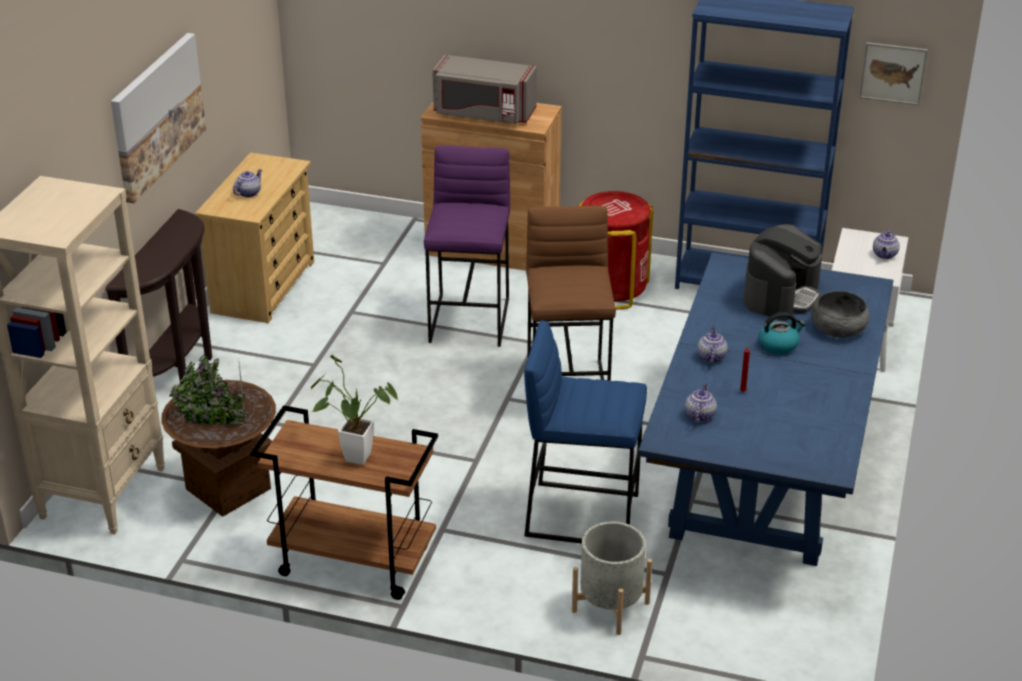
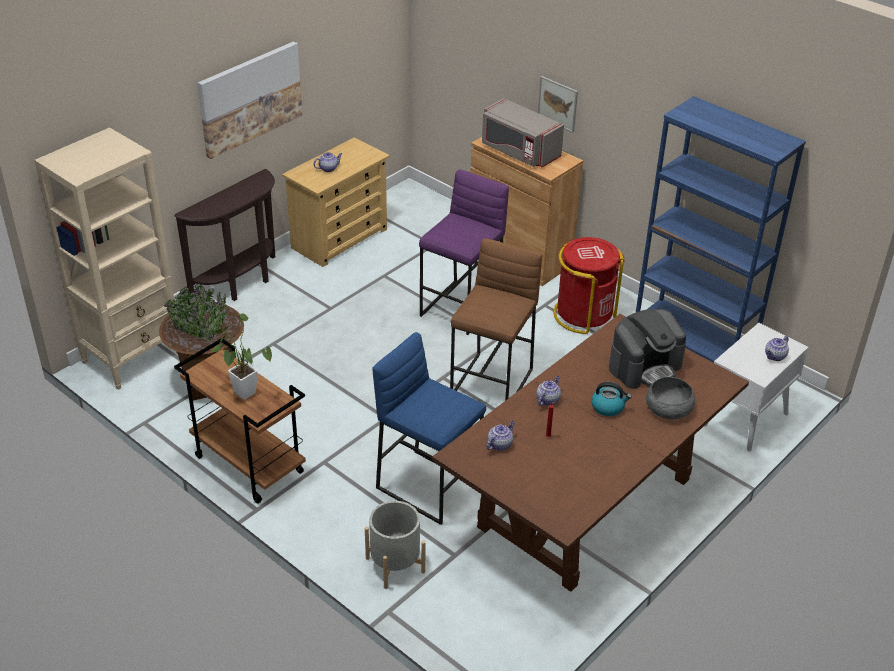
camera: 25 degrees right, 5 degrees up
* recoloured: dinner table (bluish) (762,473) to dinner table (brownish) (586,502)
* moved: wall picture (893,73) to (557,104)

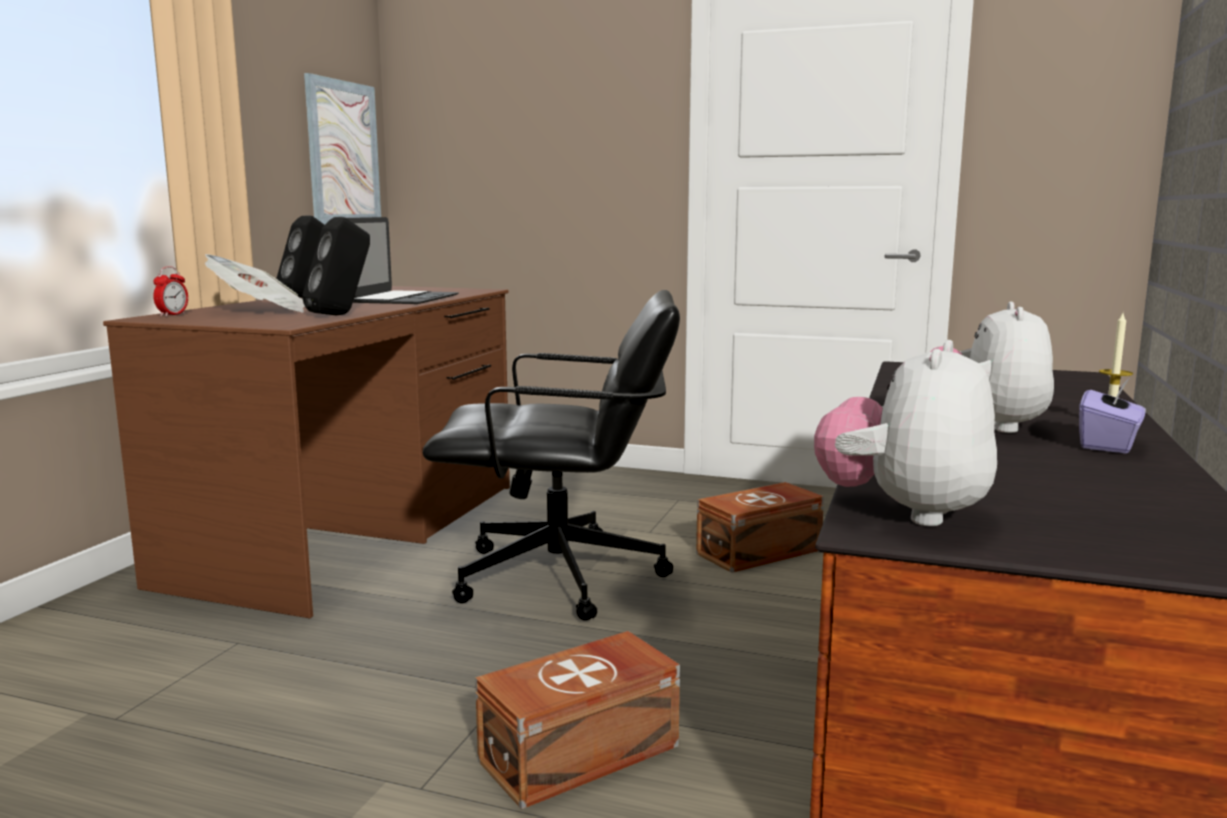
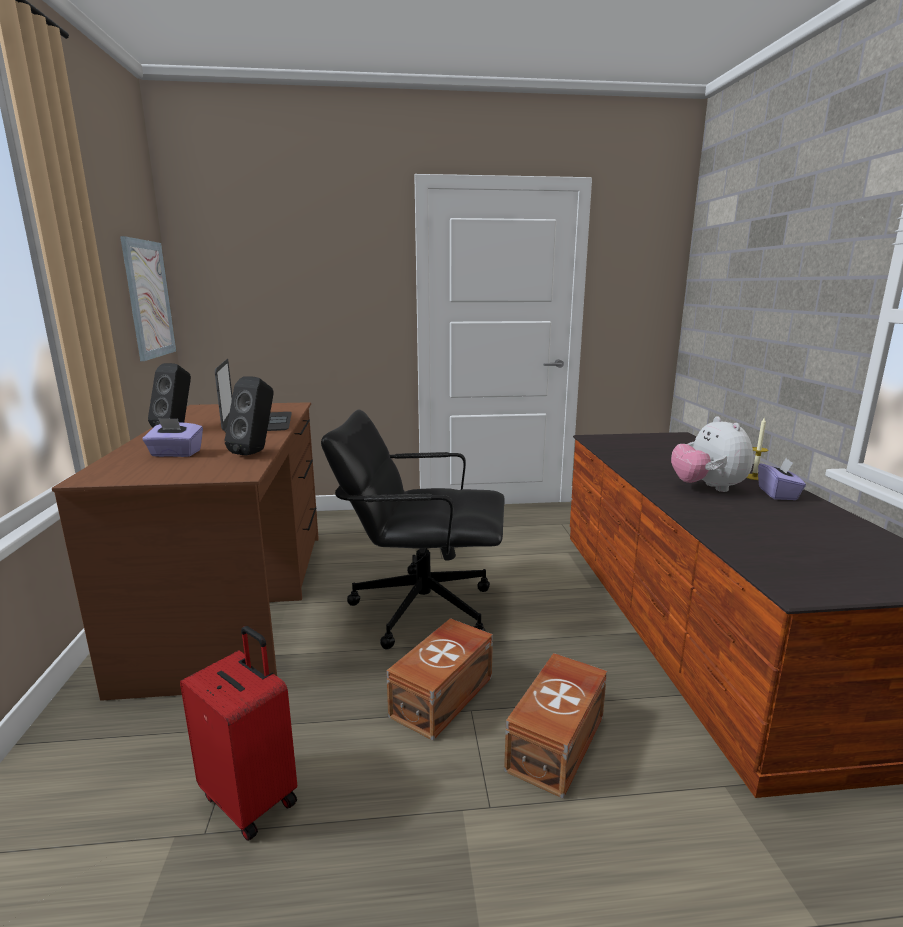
camera: 25 degrees left, 5 degrees up
* removed: bedside clock (172,315)
* replaced: newspaper (261,311) to box of tissues (purple-coloured) (176,454)
* turned: desk chair (black-coloured) (562,578) = (421,607) 150 degrees counterclockwise
* moved: storage container (brownish) (761,552) to (444,696)
* removed: cuddly toy (904,512)
* added: suitcase (reddish) (252,797)

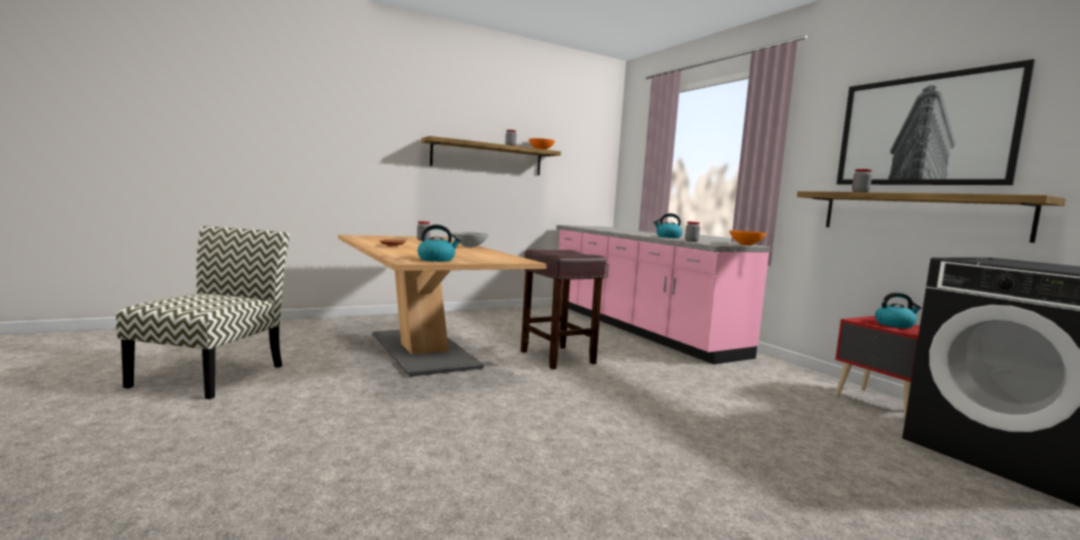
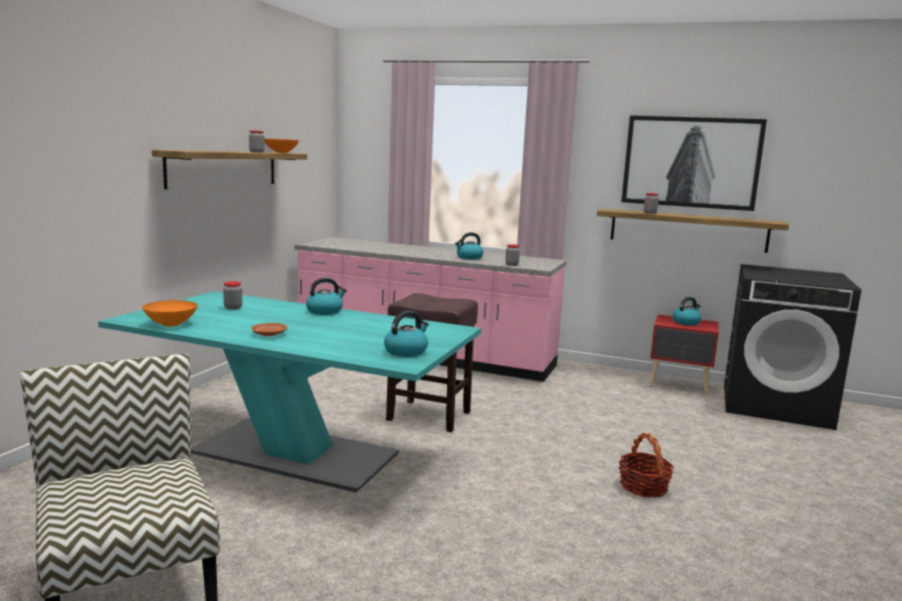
camera: 40 degrees left, 5 degrees up
* recoloured: dinner table (beige-coloured) (423,350) to dinner table (turquoise) (296,454)
* replaced: bowl (grey) (469,247) to kettle (325,311)
* moved: bowl (orange-coloured) (745,244) to (170,324)
* added: household basket (643,487)

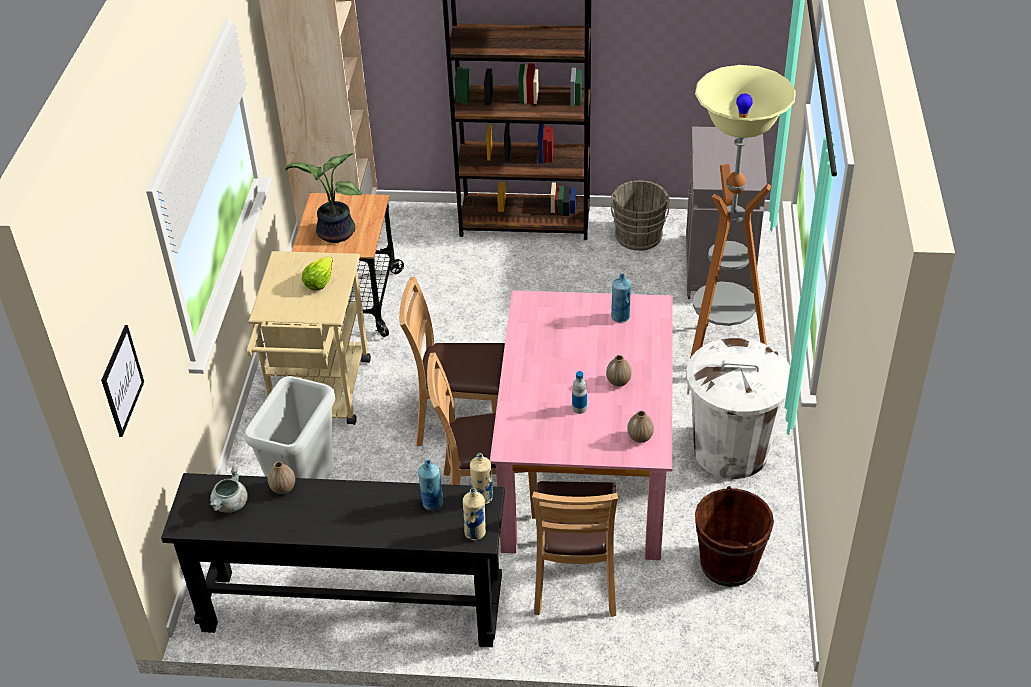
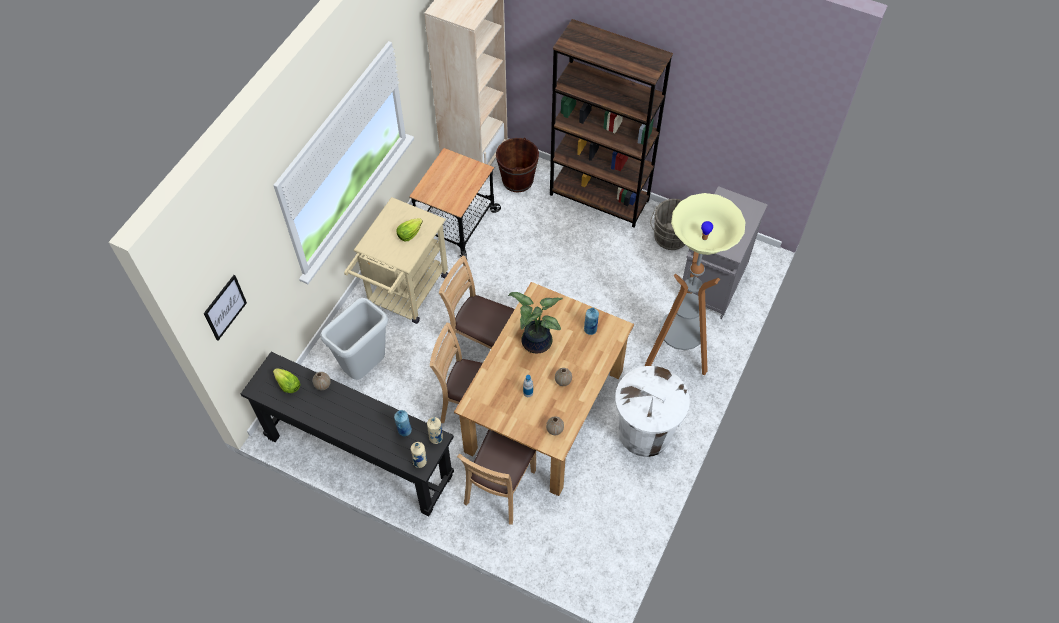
camera: 20 degrees right, 15 degrees up
* replaced: stockpot (grey) (230,504) to lettuce head (288,385)
* moved: potted plant (334,234) to (534,342)
* recoloured: dinner table (pink-coloured) (584,467) to dinner table (brownish) (544,409)
* moved: bucket (brownish) (728,564) to (517,180)

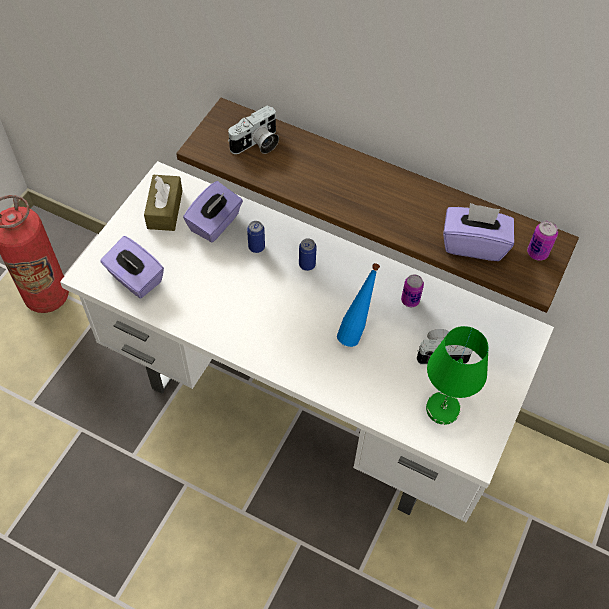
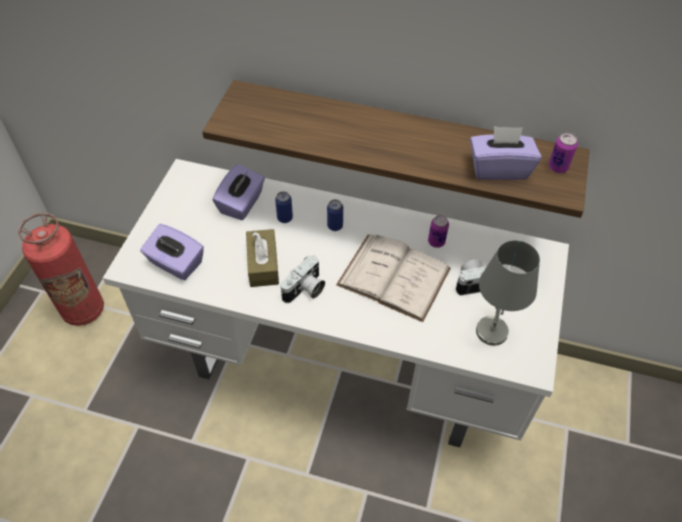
camera: 10 degrees left, 5 degrees down
* moved: box of tissues (brownish) (165,209) to (263,264)
* moved: photo camera (257,144) to (305,290)
* replaced: bottle (bluish) (355,331) to volume (white-coloured) (394,276)
* recoloured: table lamp (greenish) (442,408) to table lamp (grey) (491,330)

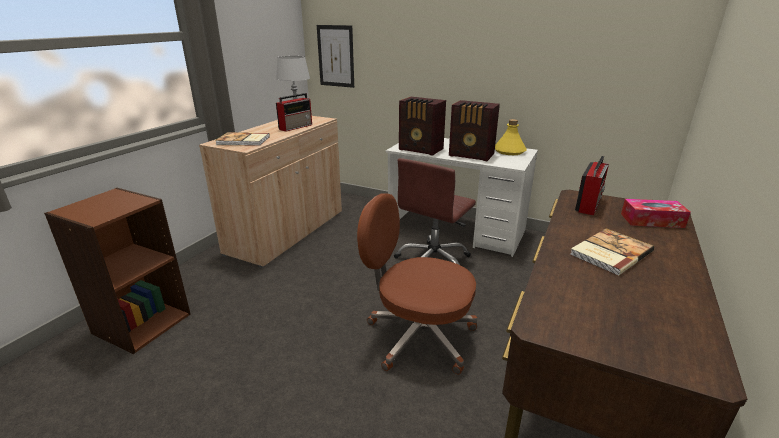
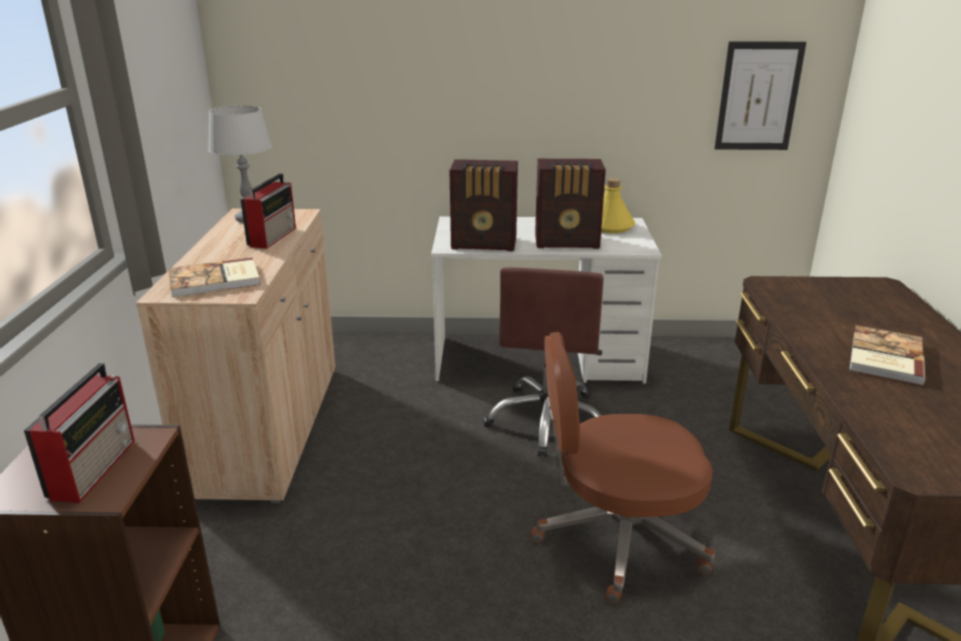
camera: 25 degrees left, 0 degrees up
* moved: wall picture (336,56) to (758,96)
* moved: radio set (589,204) to (94,467)
* removed: box of tissues (652,220)

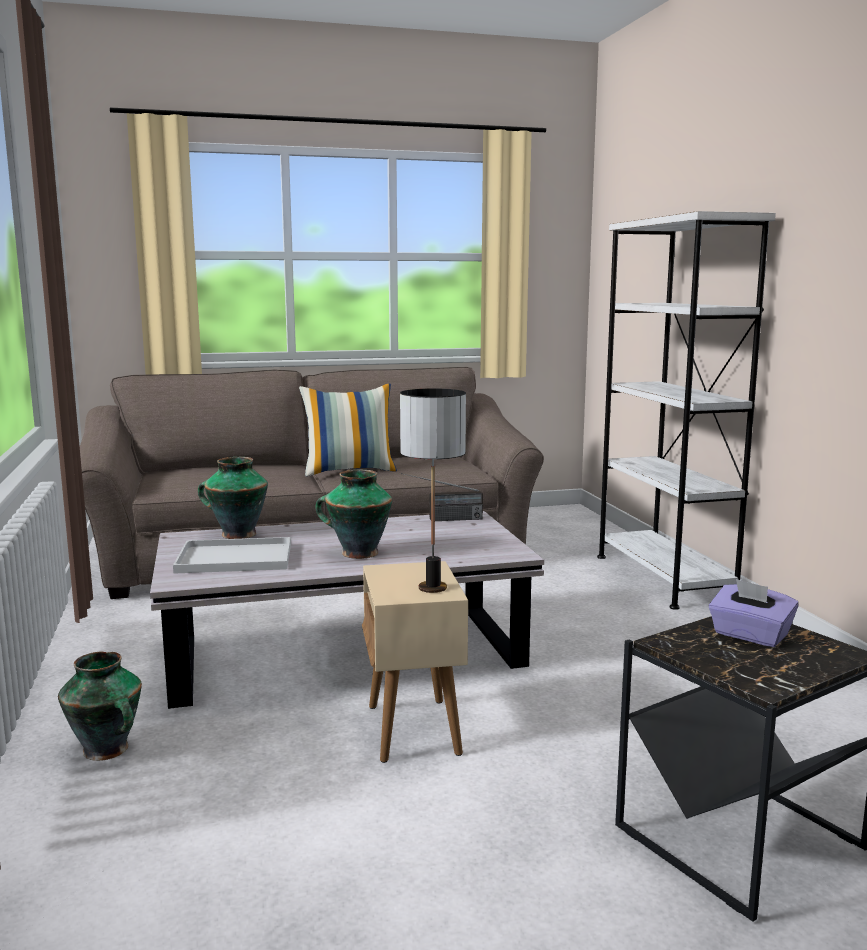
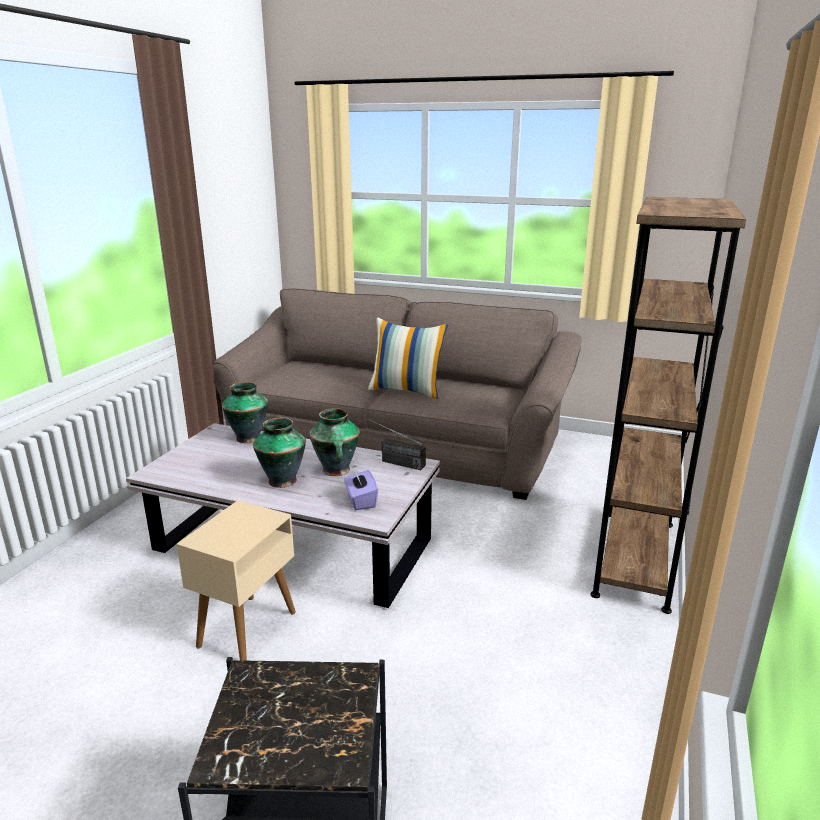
camera: 35 degrees right, 10 degrees up
* moved: flower vase (107,750) to (336,471)
* removed: carrying tray (white-coloured) (232,558)
* removed: table lamp (432,588)
* recoloured: bookcase (white-coloured) (663,577) to bookcase (brownish) (634,557)
* moved: box of tissues (purple-coloured) (750,635) to (361,501)

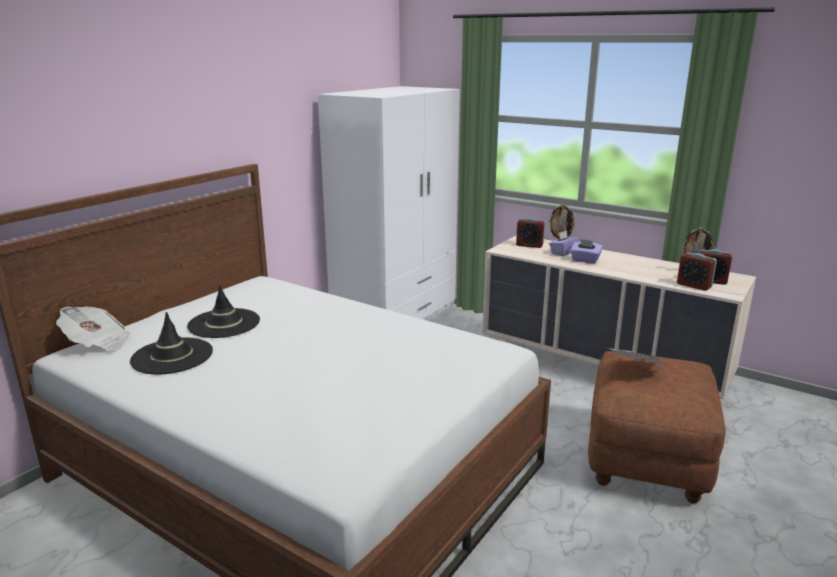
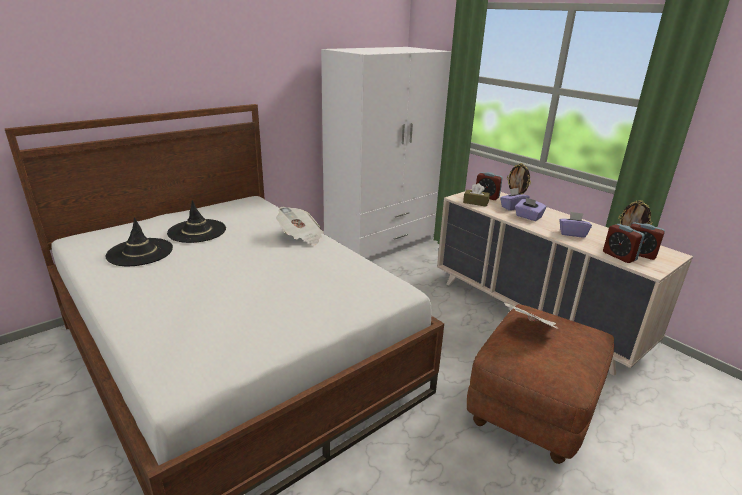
camera: 15 degrees right, 5 degrees up
* moved: newspaper (97,344) to (301,237)
* added: box of tissues (brownish) (475,202)
* added: box of tissues (purple-coloured) (572,233)

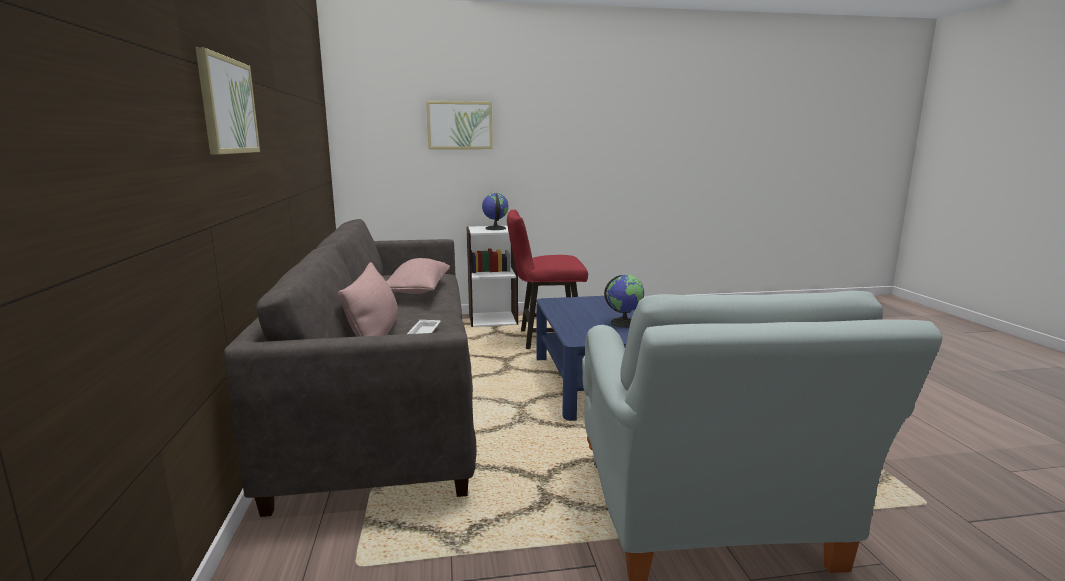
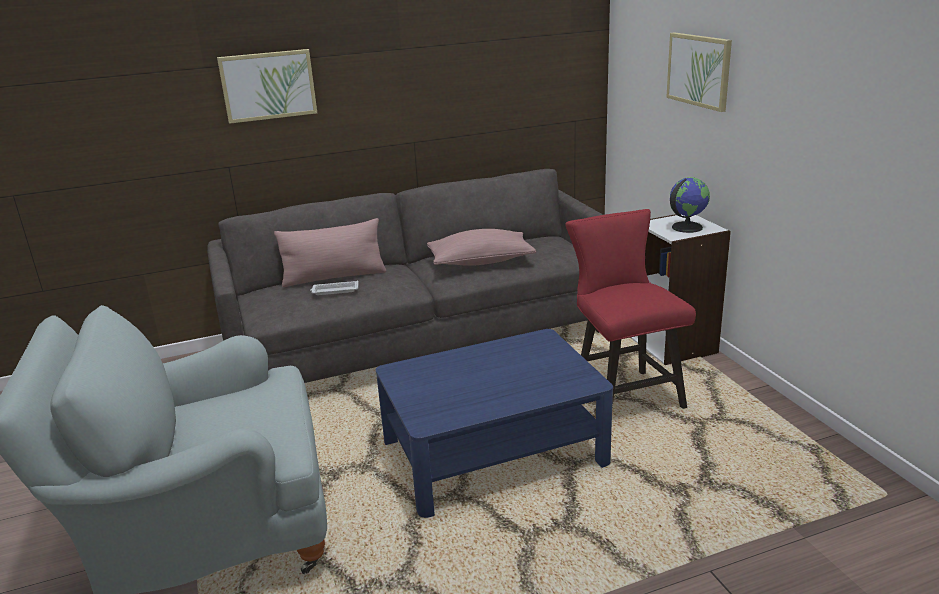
camera: 80 degrees right, 10 degrees up
* removed: globe (624,322)

